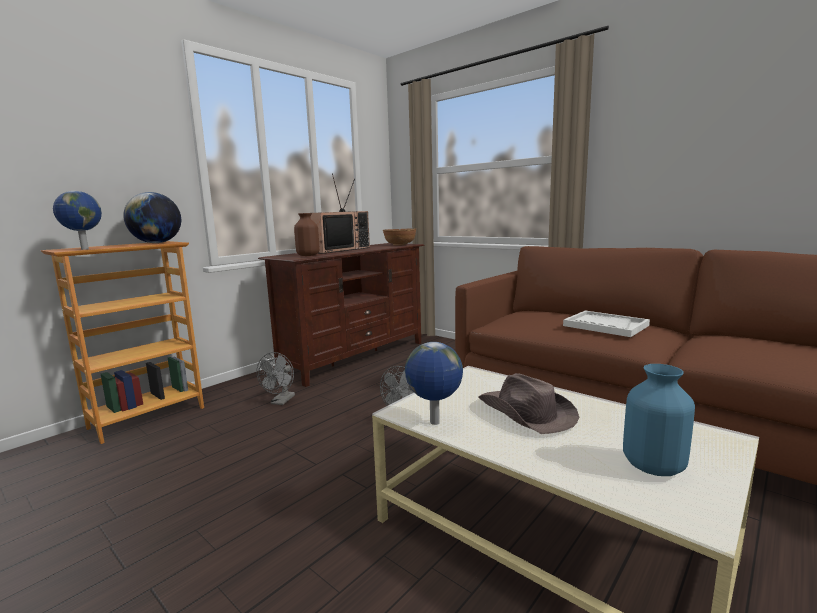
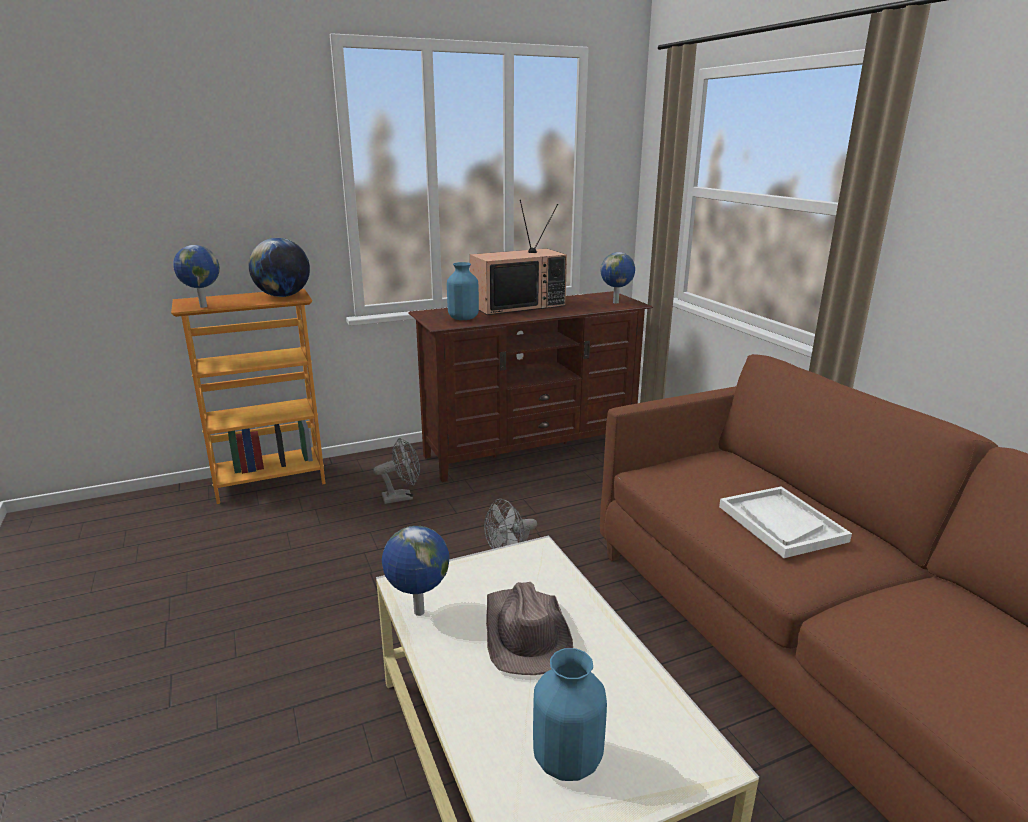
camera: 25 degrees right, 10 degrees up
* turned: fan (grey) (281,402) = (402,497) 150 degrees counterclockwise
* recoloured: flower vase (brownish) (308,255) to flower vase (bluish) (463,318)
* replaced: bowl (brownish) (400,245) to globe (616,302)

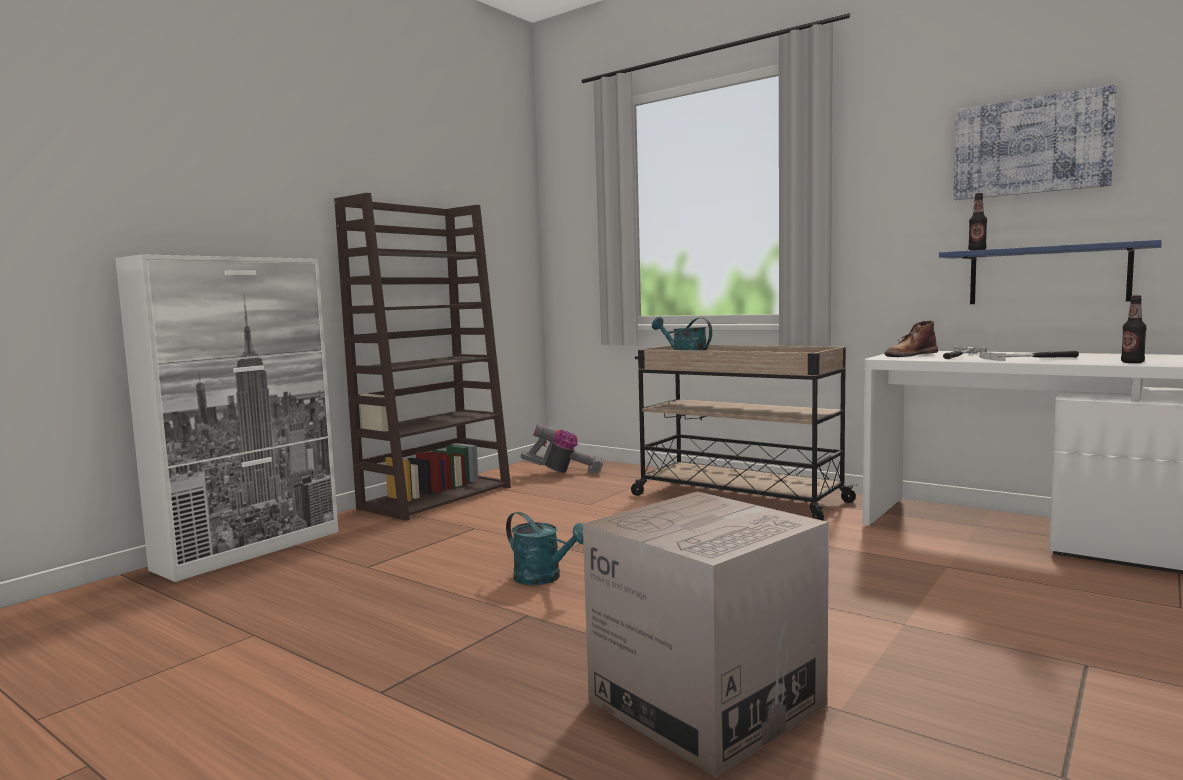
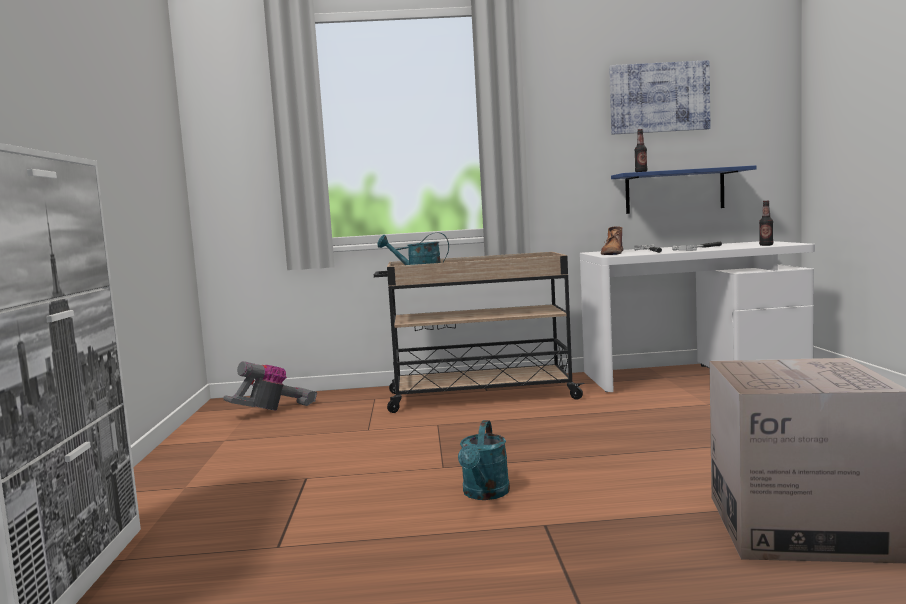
camera: 40 degrees left, 0 degrees up
* removed: bookcase (brownish) (437,497)
* turned: sprinkling can (turquoise) (544,578) = (484,494) 105 degrees clockwise

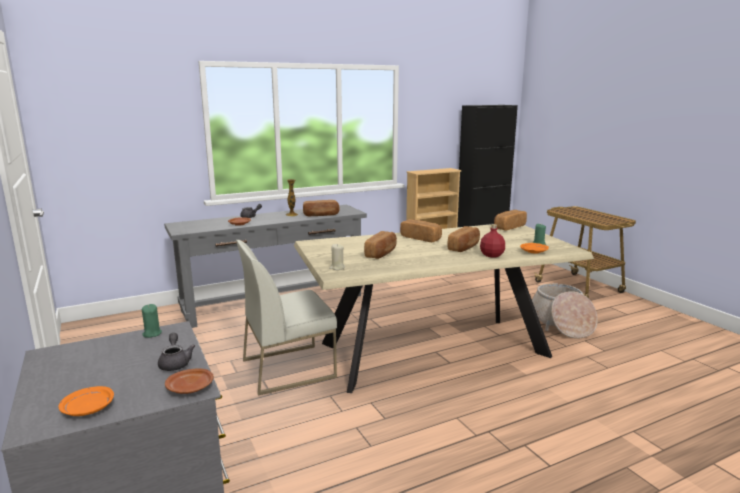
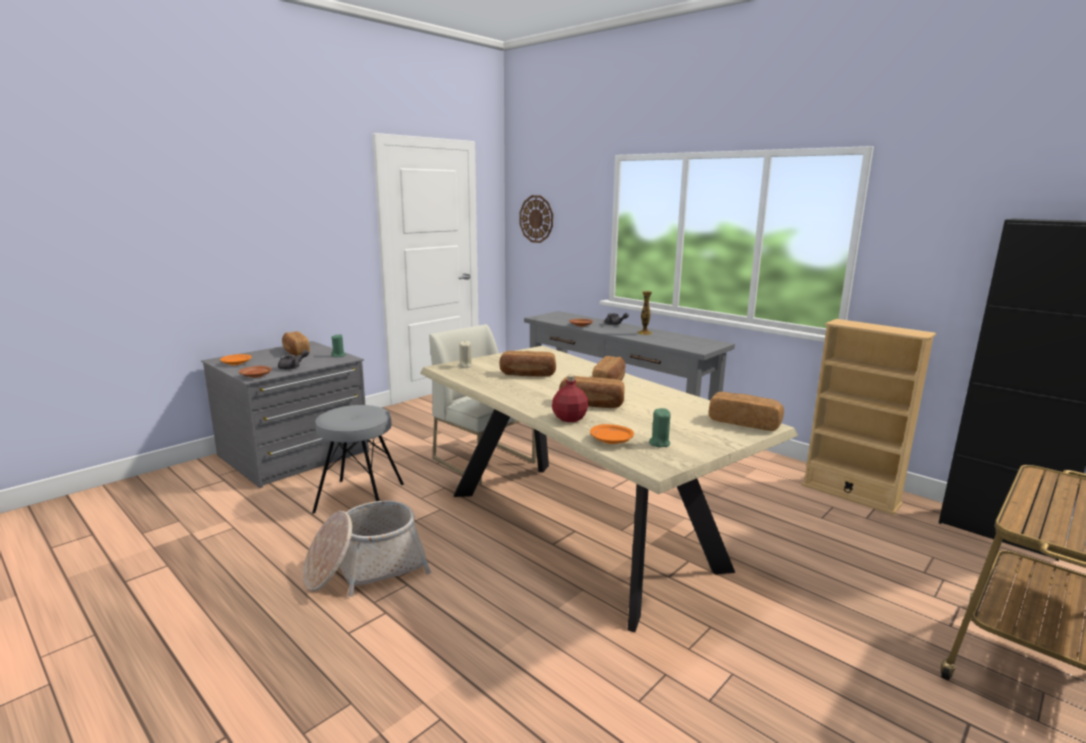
camera: 70 degrees right, 0 degrees up
* moved: baked bread (321,215) to (295,352)
* moved: household basket (560,323) to (365,568)
* added: stool seat (grey) (360,498)
* added: hanging clock (536,219)

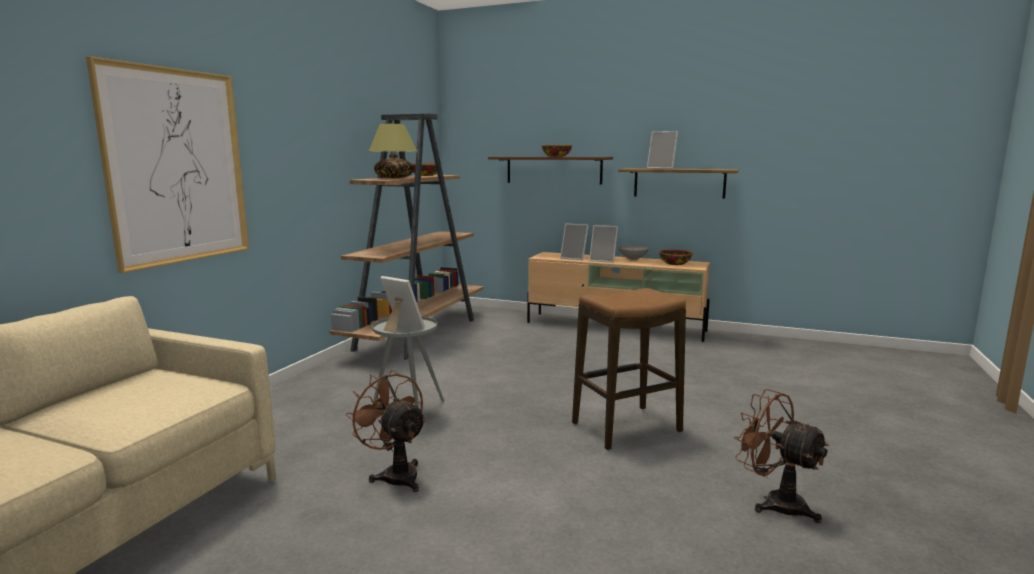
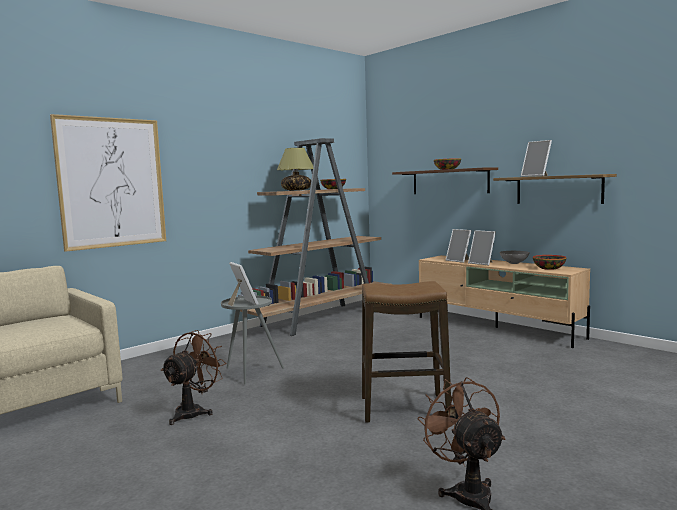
camera: 25 degrees right, 5 degrees down
* turned: fan (brownish) (395,474) = (194,412) 45 degrees clockwise

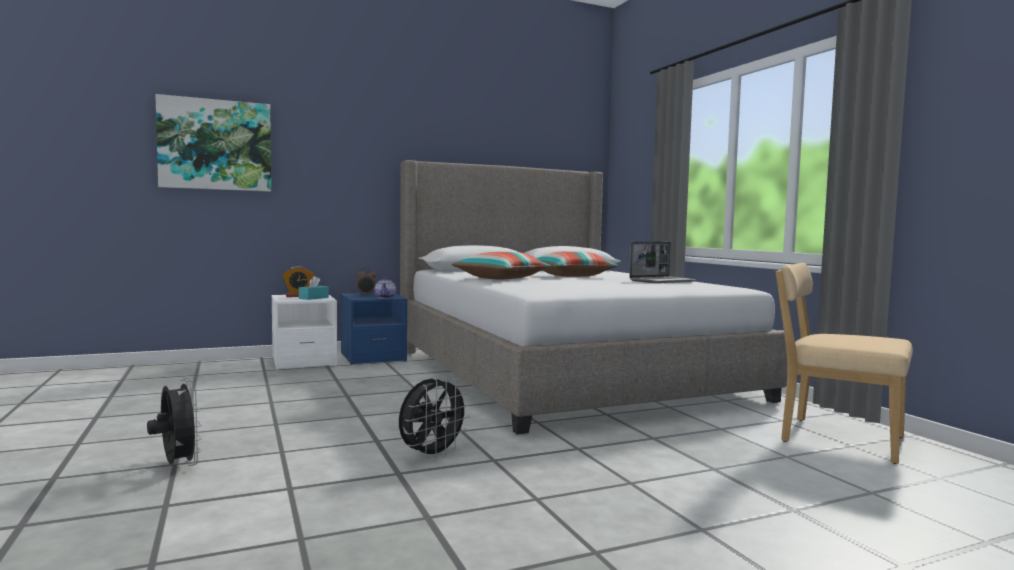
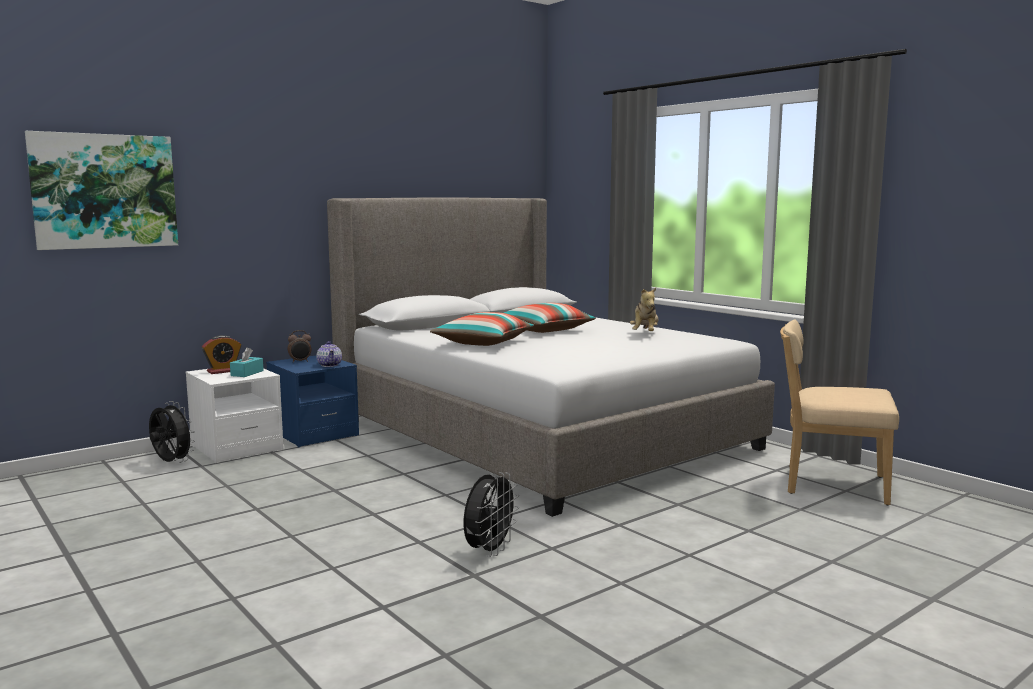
camera: 15 degrees left, 5 degrees up
* moved: fan (black-coloured) (177,465) to (171,463)
* replaced: laptop (662,281) to cuddly toy (645,334)

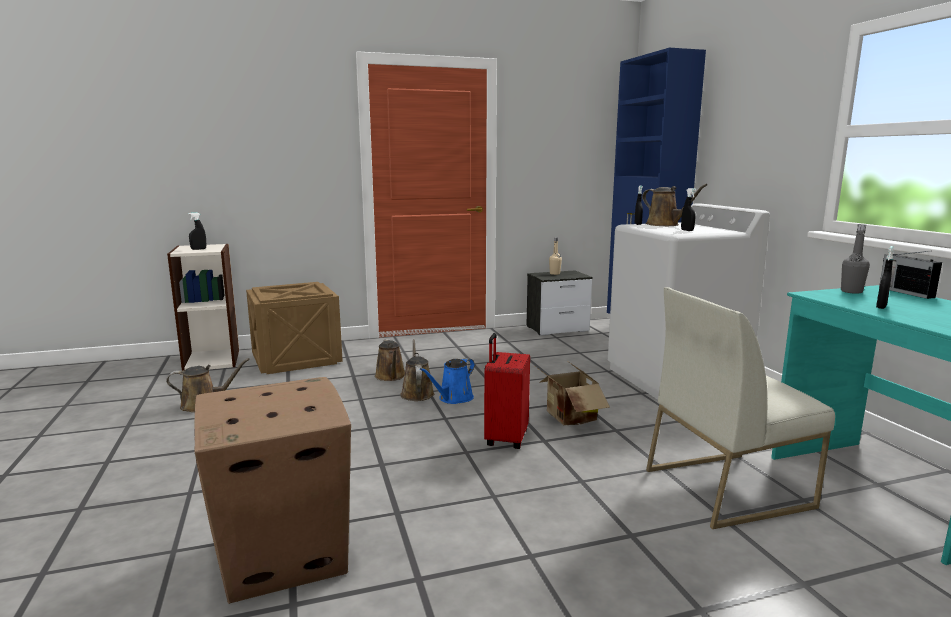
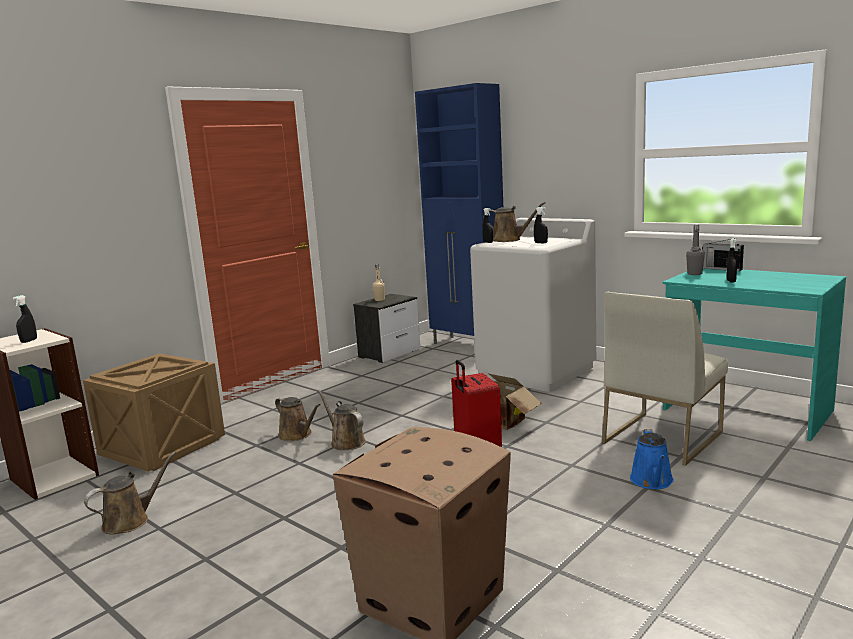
camera: 30 degrees left, 0 degrees up
* moved: sprinkling can (bluish) (453,398) to (652,481)

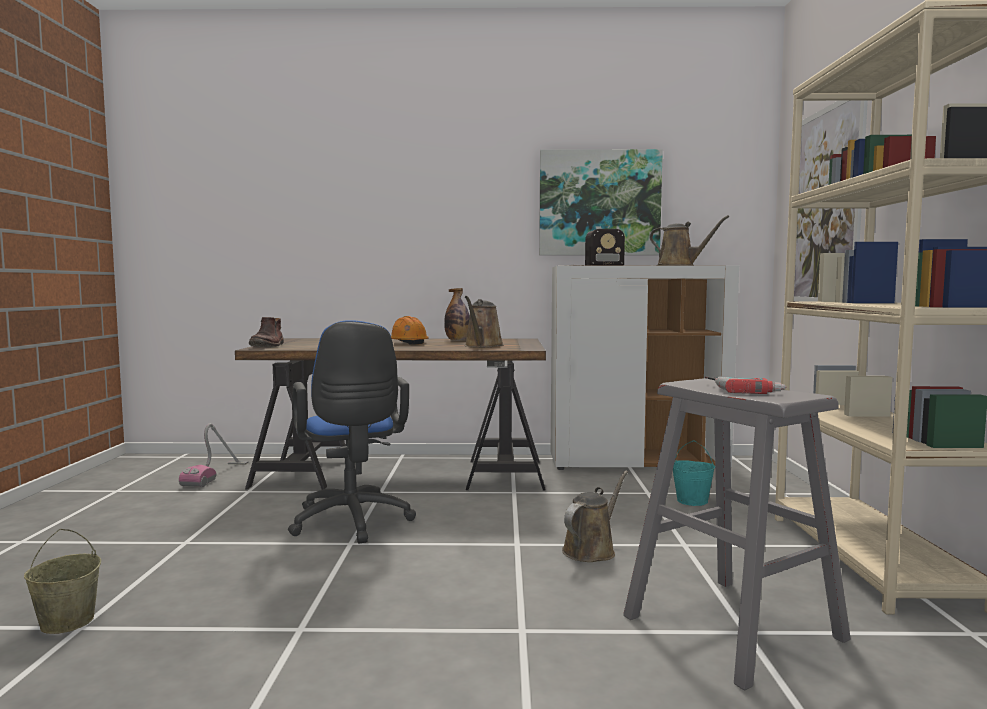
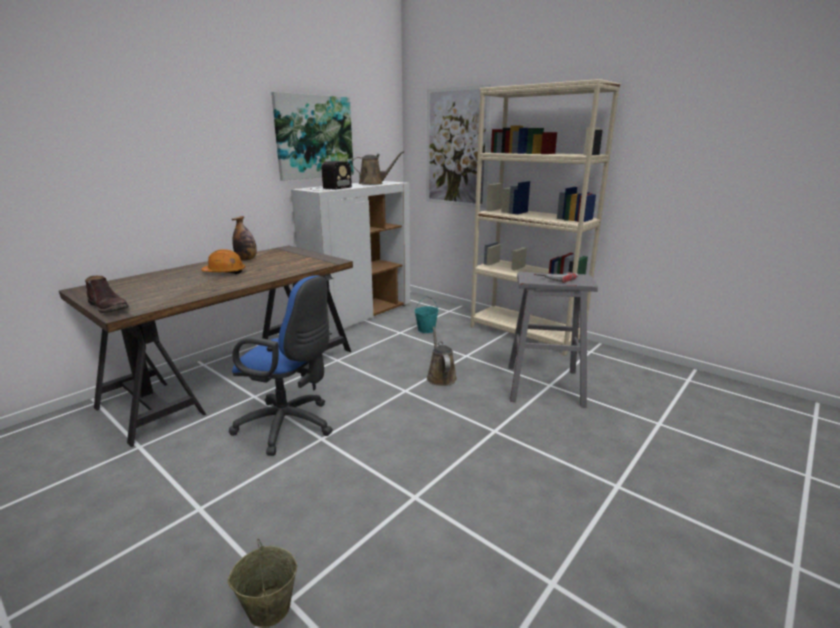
camera: 50 degrees left, 15 degrees up
* removed: hoover (216,474)
* removed: sprinkling can (brownish) (482,346)

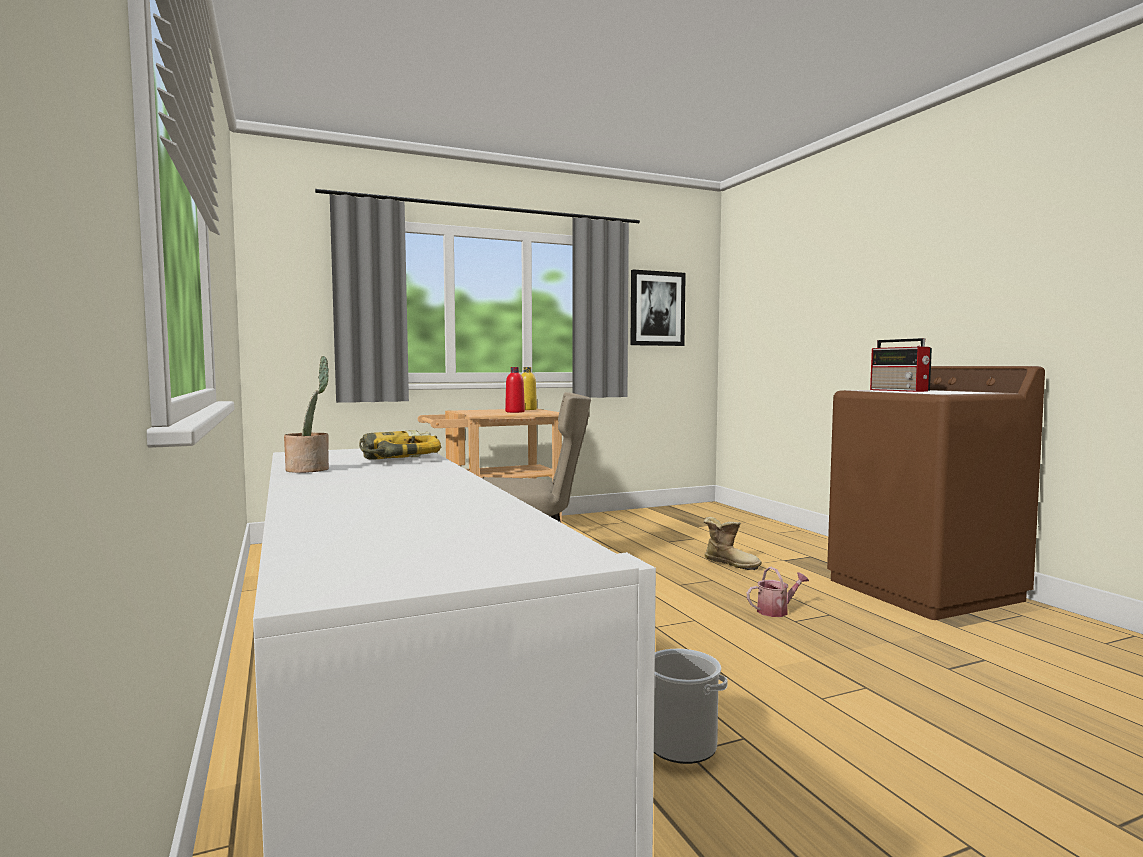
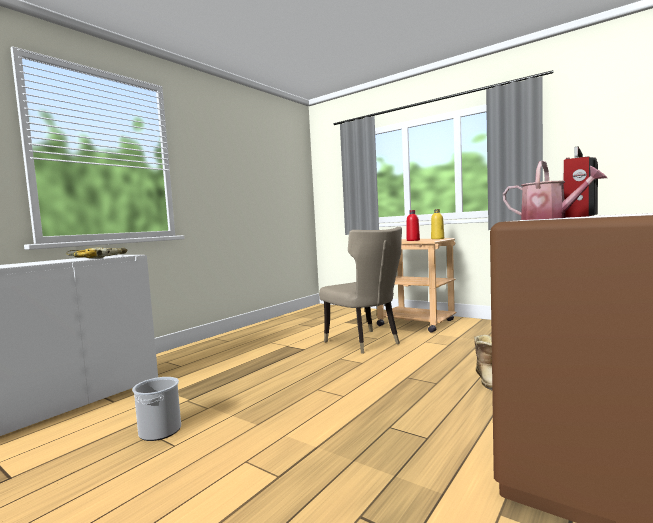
camera: 60 degrees right, 0 degrees up
* removed: potted plant (310,469)
* removed: wall picture (657,308)
* moved: sprinkling can (776,610) to (550,218)

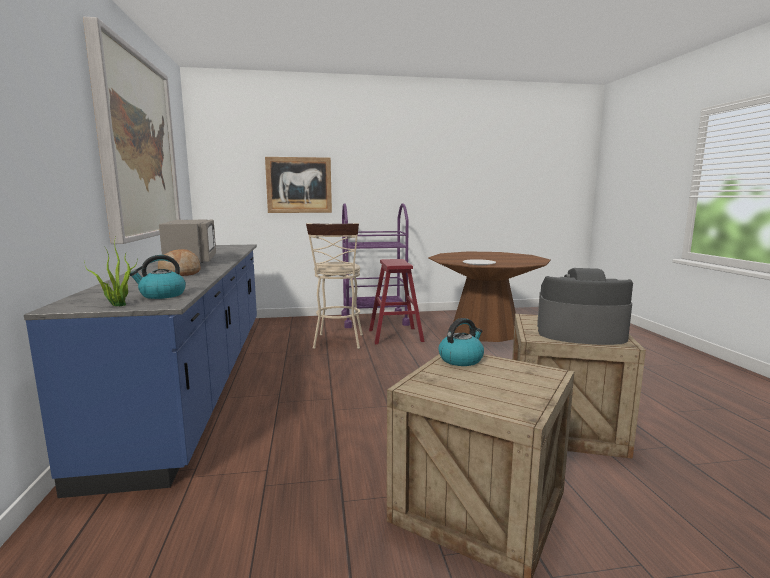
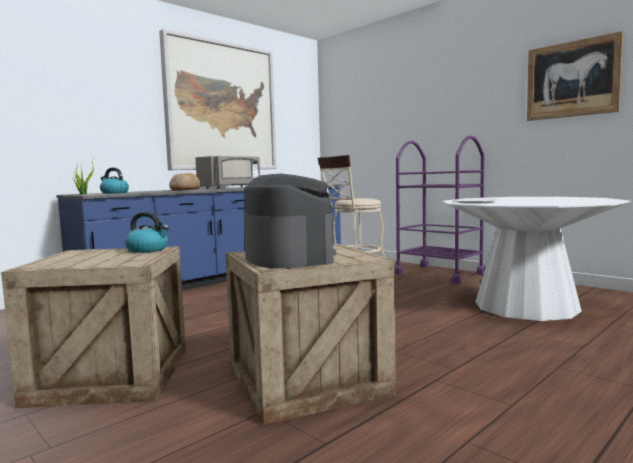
camera: 55 degrees right, 5 degrees down
* moved: wall picture (299,185) to (572,79)
* removed: stool seat (reddish) (395,335)
* recoloured: dinner table (brownish) (485,331) to dinner table (white-coloured) (526,306)

